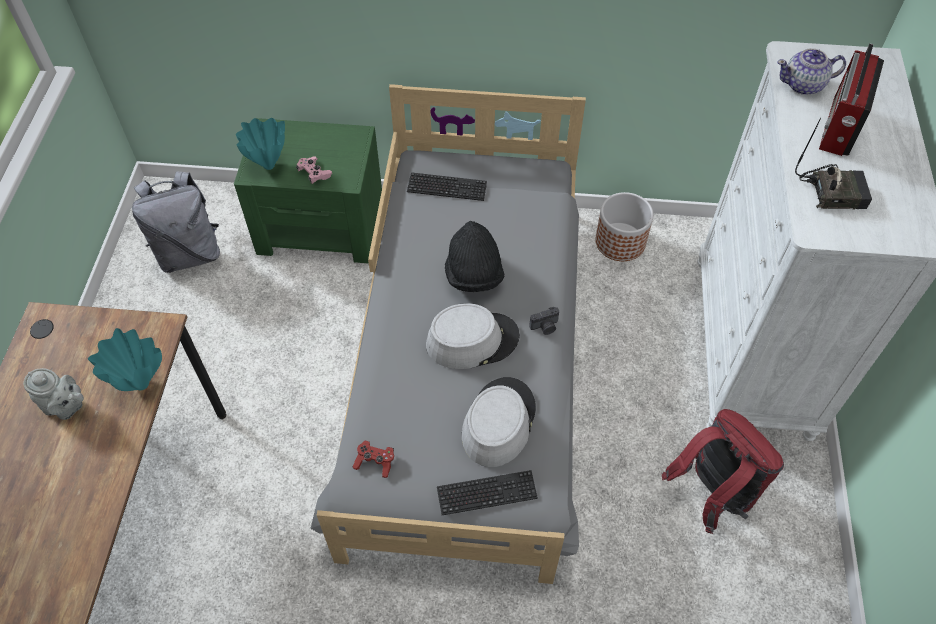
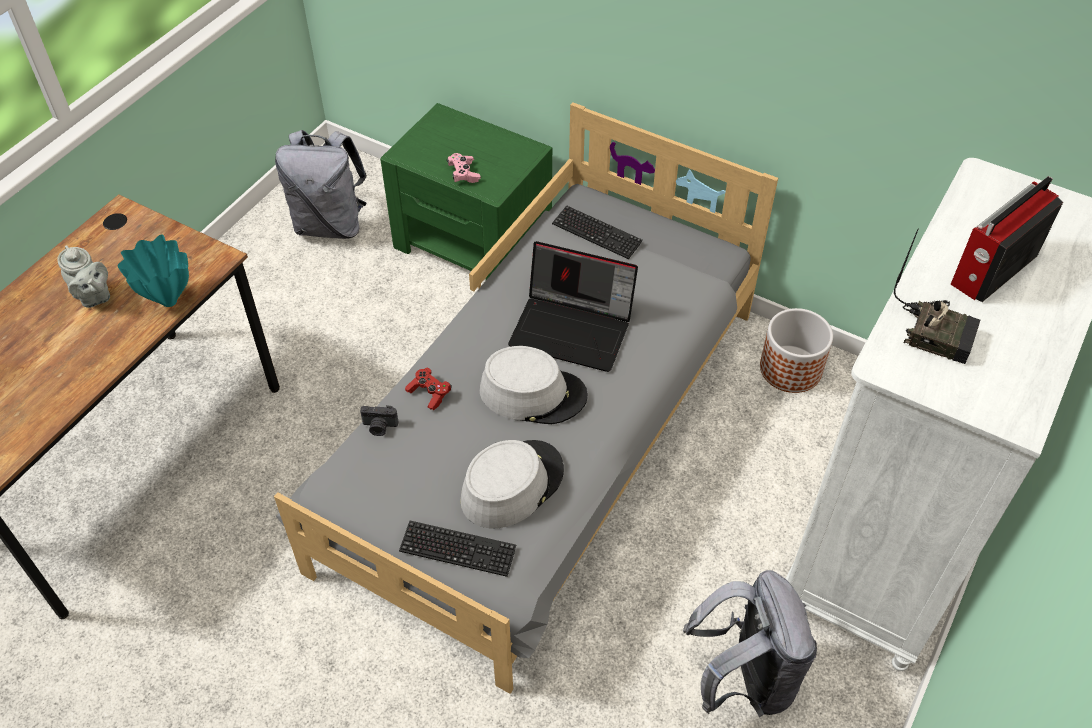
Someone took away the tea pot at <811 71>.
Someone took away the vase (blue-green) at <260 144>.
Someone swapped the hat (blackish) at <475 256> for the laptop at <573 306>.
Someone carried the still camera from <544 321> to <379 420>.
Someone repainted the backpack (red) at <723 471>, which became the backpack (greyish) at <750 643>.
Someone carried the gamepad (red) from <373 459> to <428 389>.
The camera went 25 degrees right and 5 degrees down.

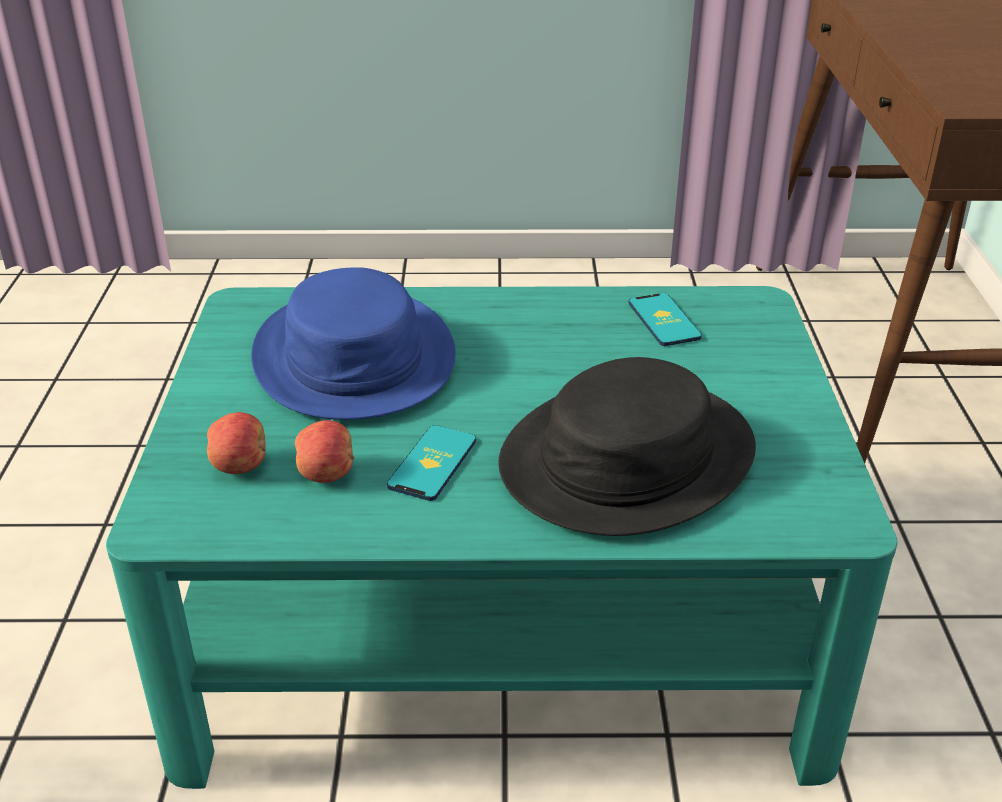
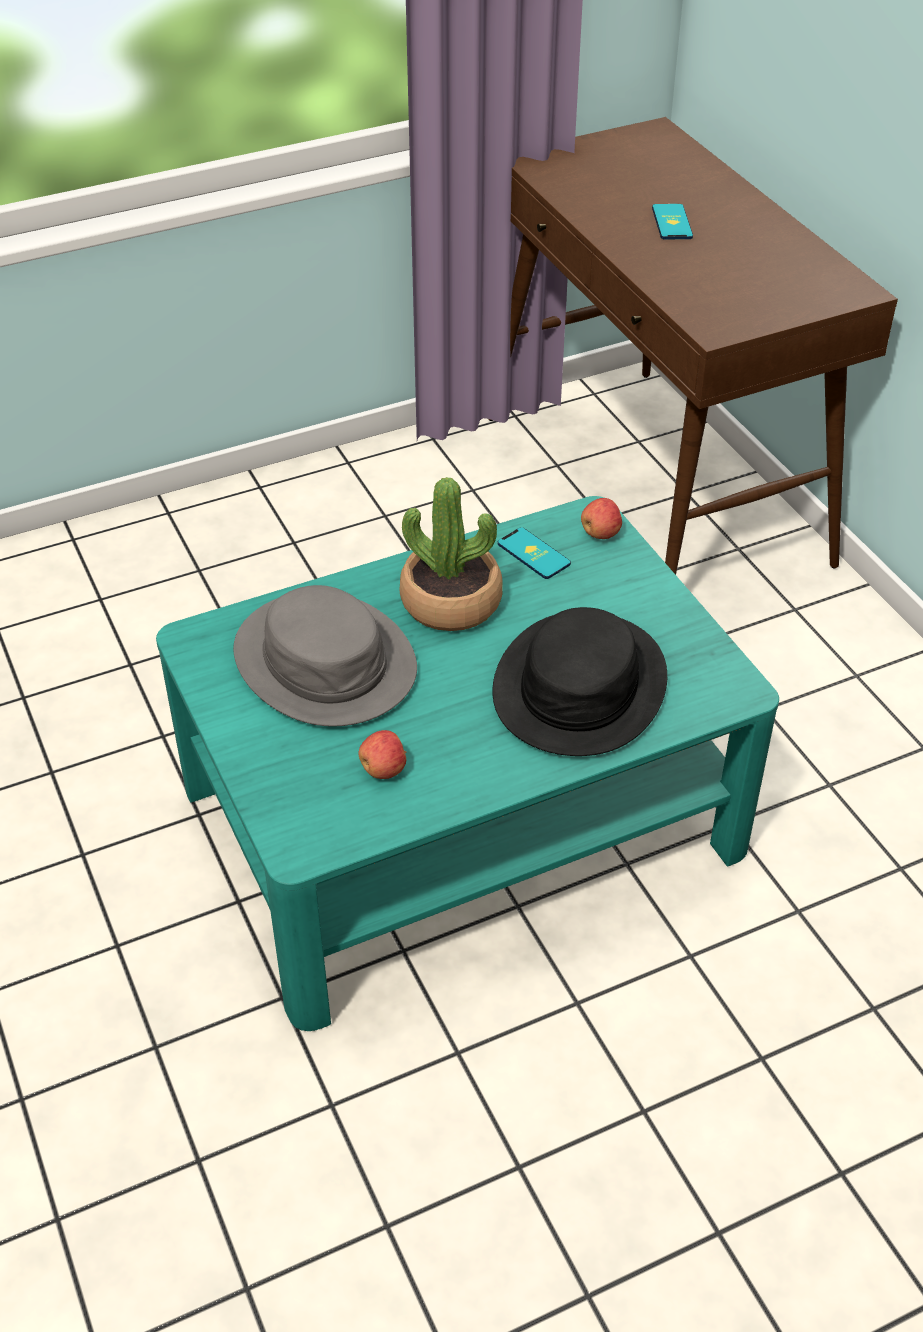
Someone repainted the hat (bluish) at <353 343>, which became the hat (greyish) at <325 656>.
Someone carried the whole apple from <236 443> to <601 518>.
Someone carried the handset from <431 463> to <672 221>.
Someone put down the potted plant at <451 554>.
The camera went 25 degrees left and 10 degrees up.

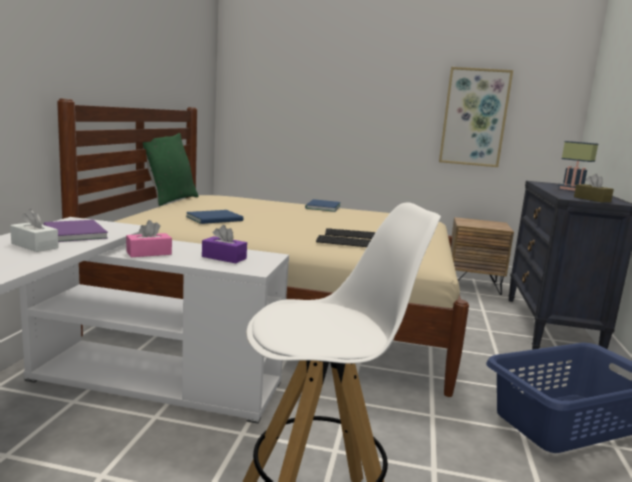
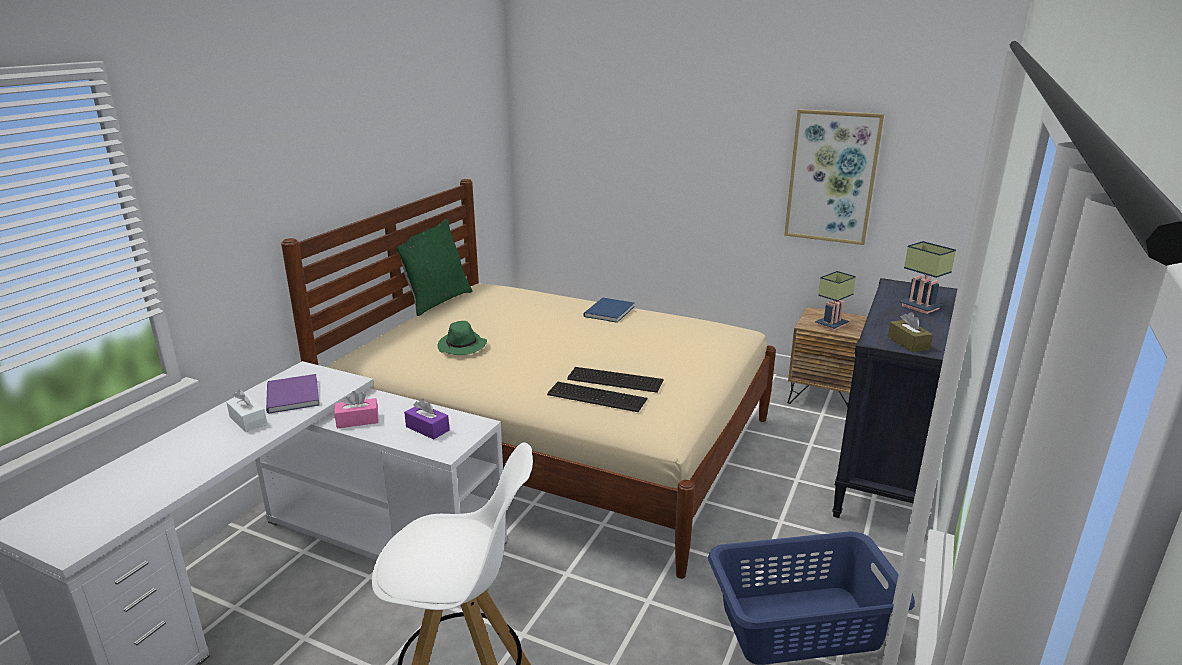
Someone swapped the book (bluish) at <214 217> for the hat (green) at <462 338>.
Someone put down the table lamp at <835 301>.
The camera went 15 degrees right and 10 degrees up.

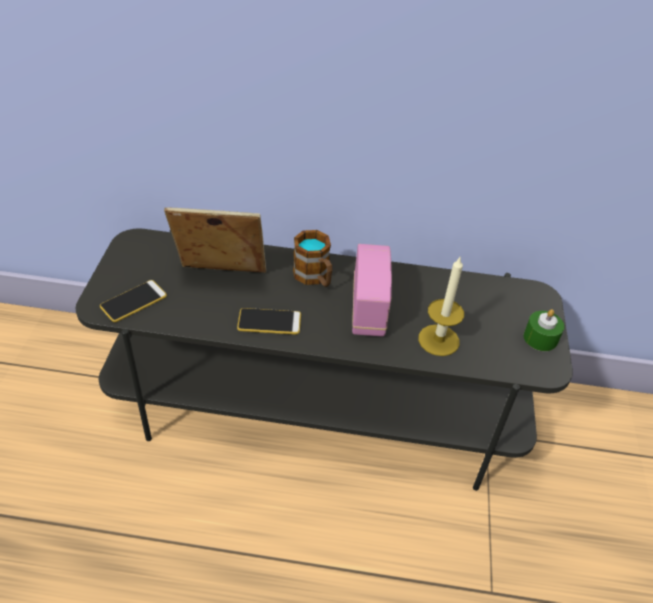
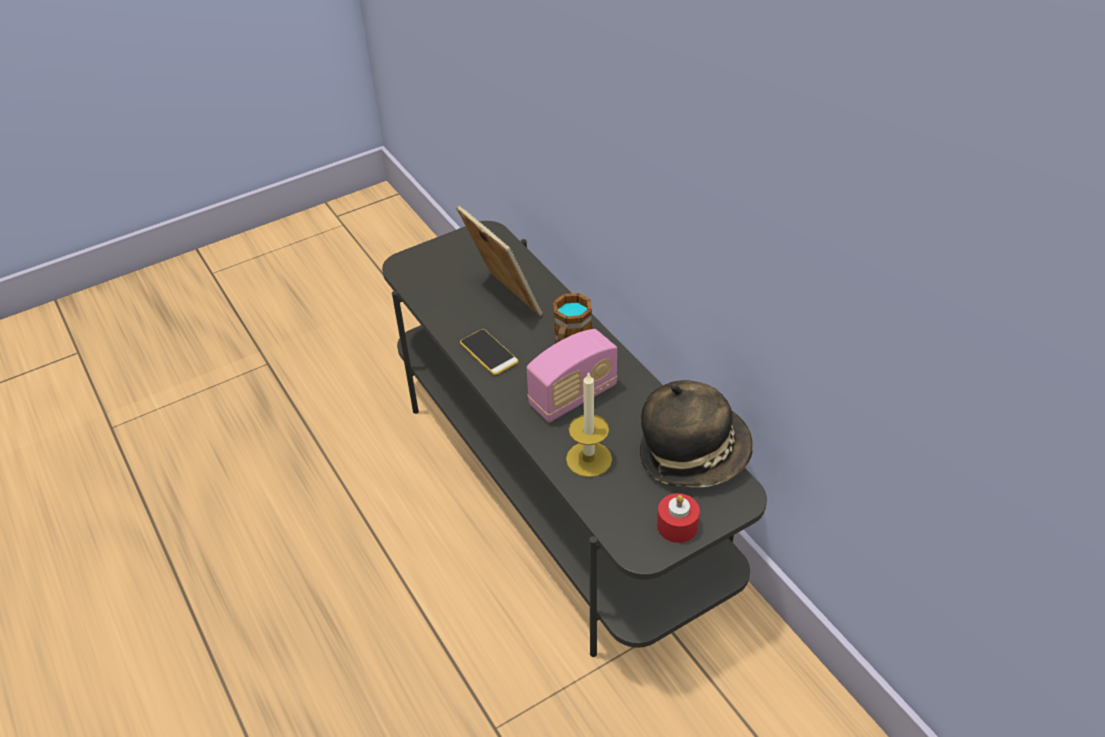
Someone took away the handset at <133 301>.
Someone repainted the candle (green) at <544 330>, which became the candle (red) at <678 518>.
Someone put down the hat at <696 434>.
The camera went 55 degrees right and 0 degrees up.

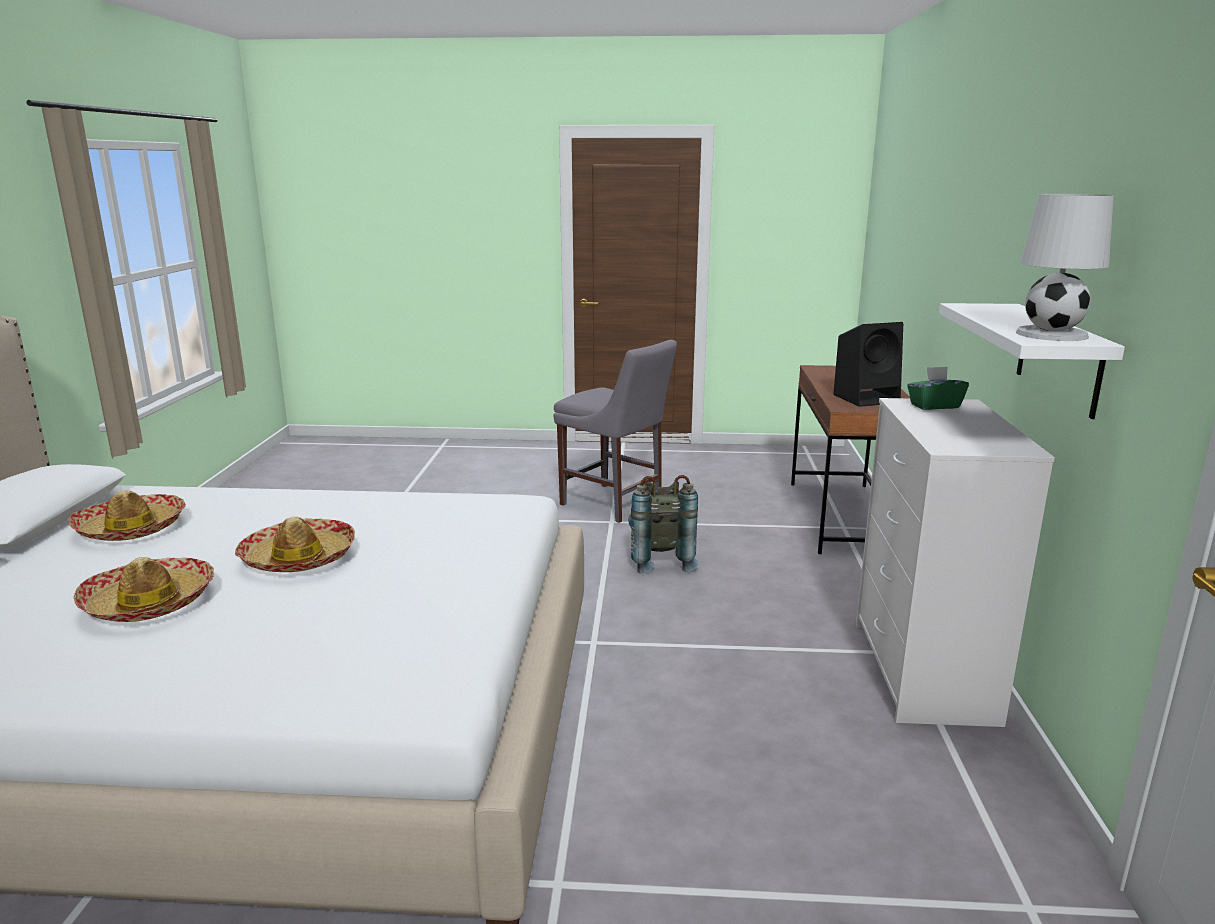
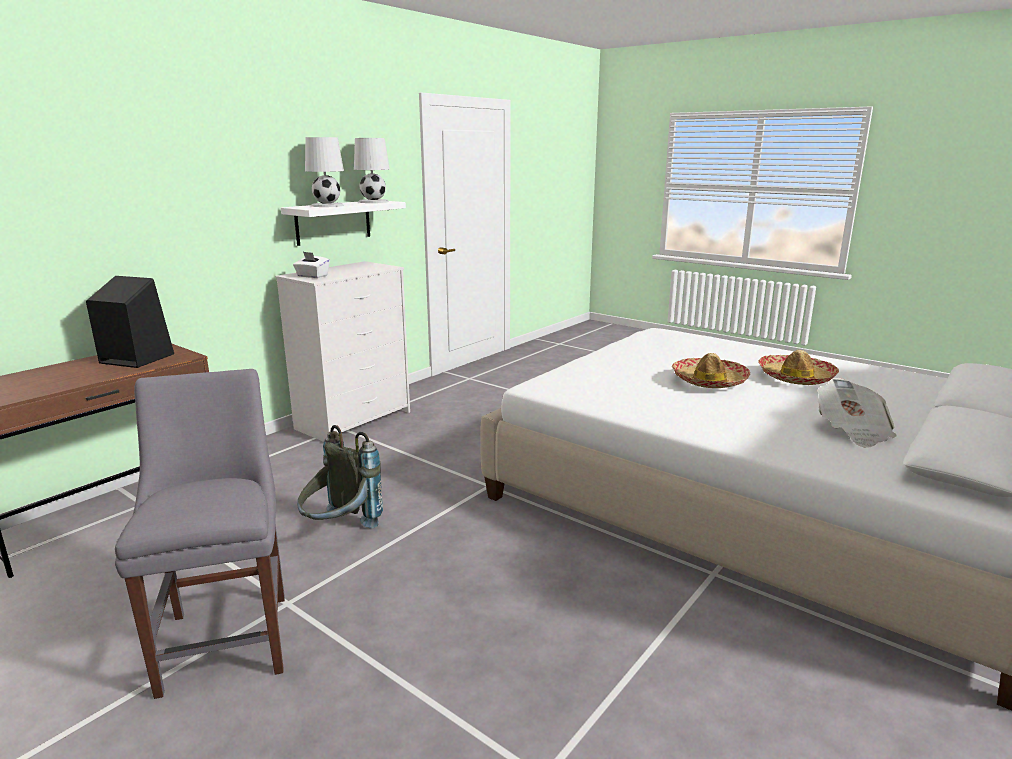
Someone repainted the tissue box (green) at <938 388>, which became the tissue box (white) at <311 265>.
Someone swapped the hat at <127 515> for the printed paper at <856 413>.
Someone put down the table lamp (white) at <324 172>.
The camera went 145 degrees left and 0 degrees up.

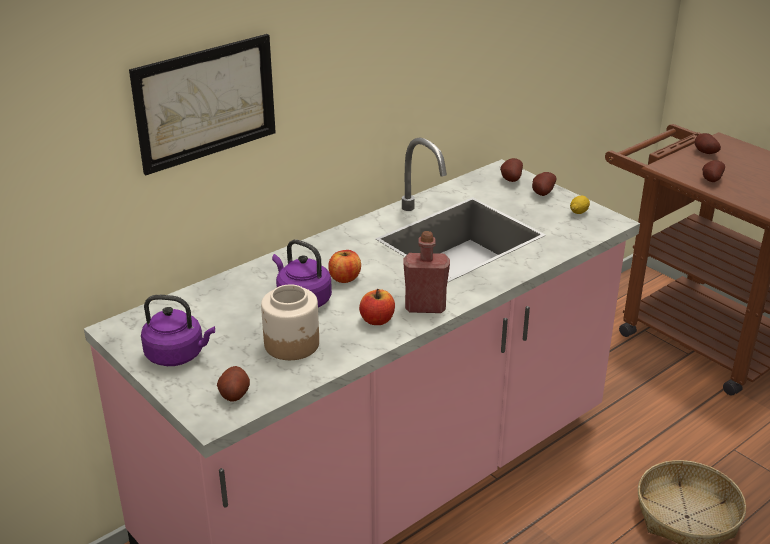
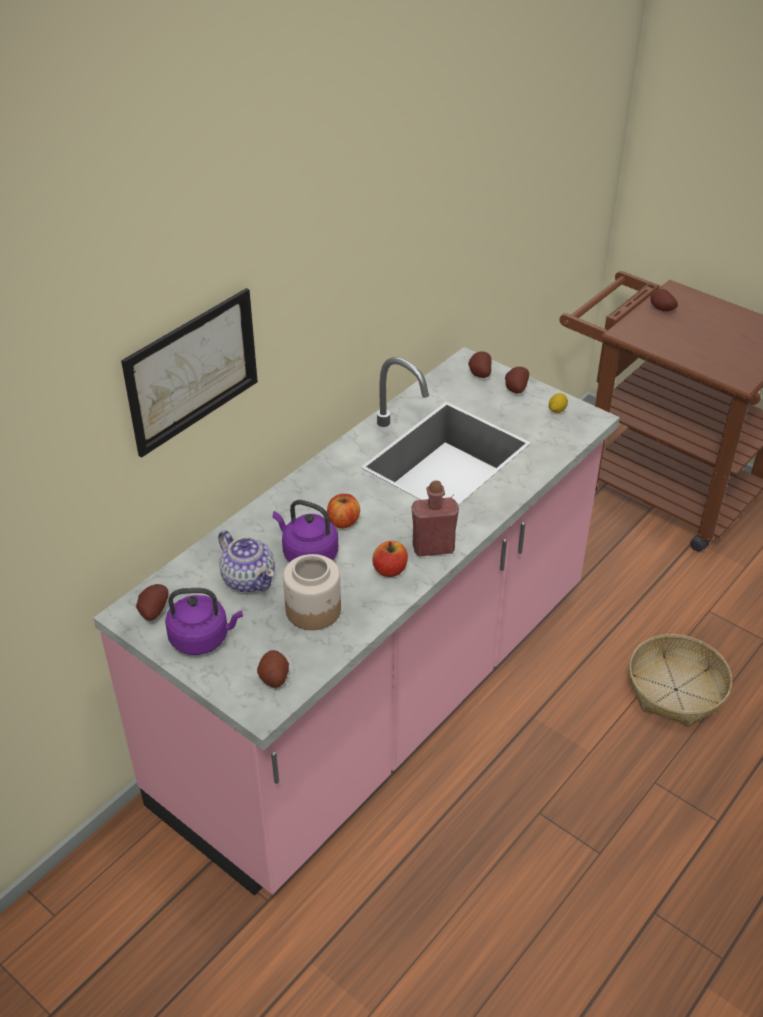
Someone carried the spud from <713 171> to <152 602>.
Someone put down the tea pot at <246 561>.
The camera went 10 degrees left and 10 degrees up.

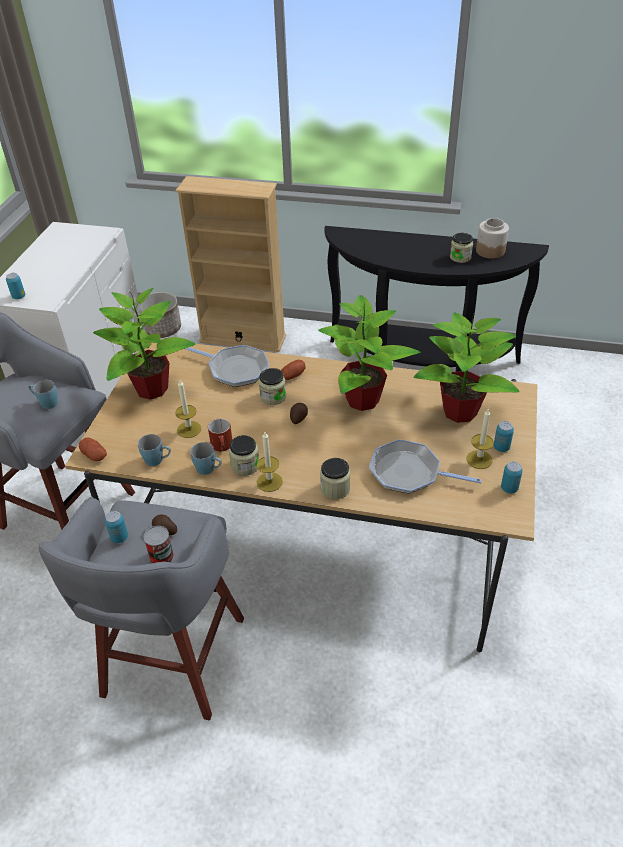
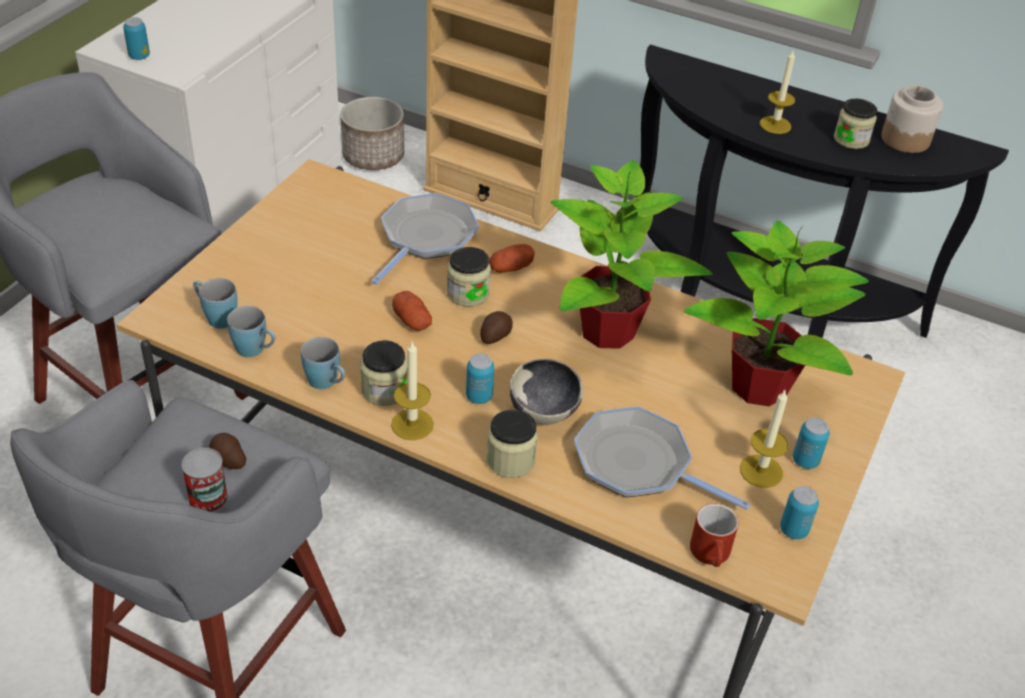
Someone took away the potted plant at <144 344>.
Someone rotated the frying pan at <227 366> by 105 degrees counterclockwise.
Someone carried the tea mug (bluish) from <43 394> to <215 303>.
Someone carried the candle from <188 409> to <778 92>.
Someone carried the tea mug (red) from <220 434> to <714 535>.
Someone carried the spud from <93 449> to <412 311>.
Someone carried the metal can from <116 527> to <480 379>.
Someone put down the serving bowl at <546 392>.
The camera went 10 degrees right and 0 degrees up.

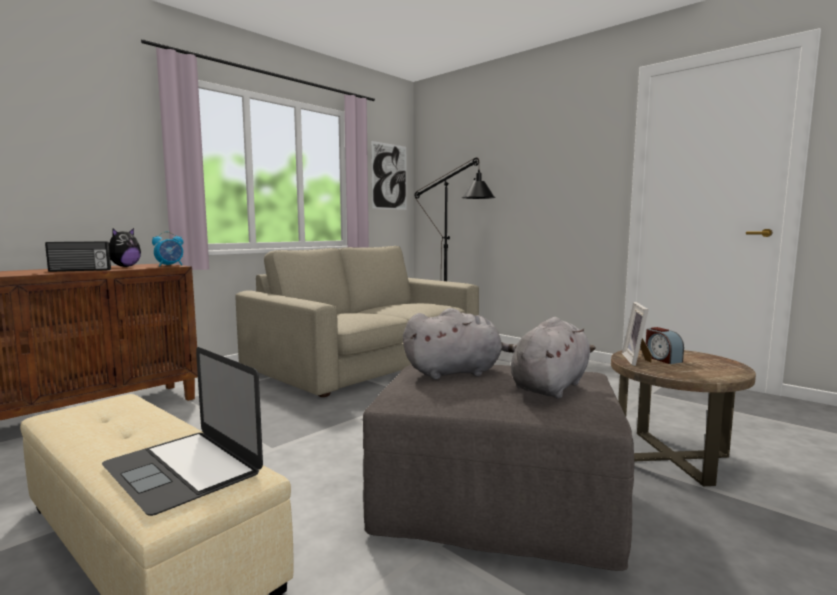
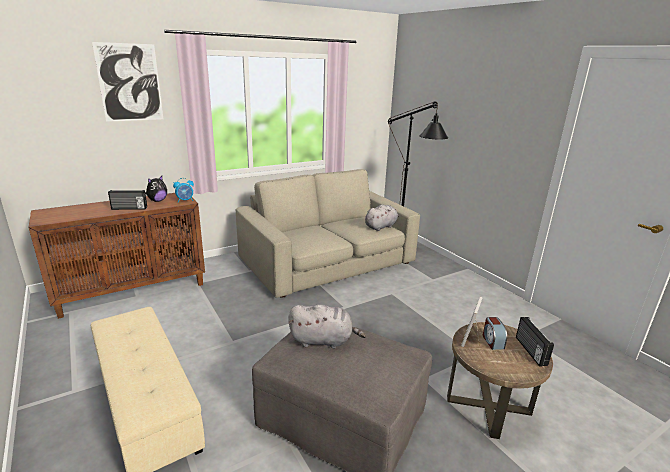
Someone carried the wall art from <389 175> to <127 82>.
Someone carried the soft toy (greyish) from <553 358> to <382 217>.
Someone took away the laptop at <182 431>.
Someone put down the radio set at <535 342>.
The camera went 15 degrees right and 15 degrees up.

